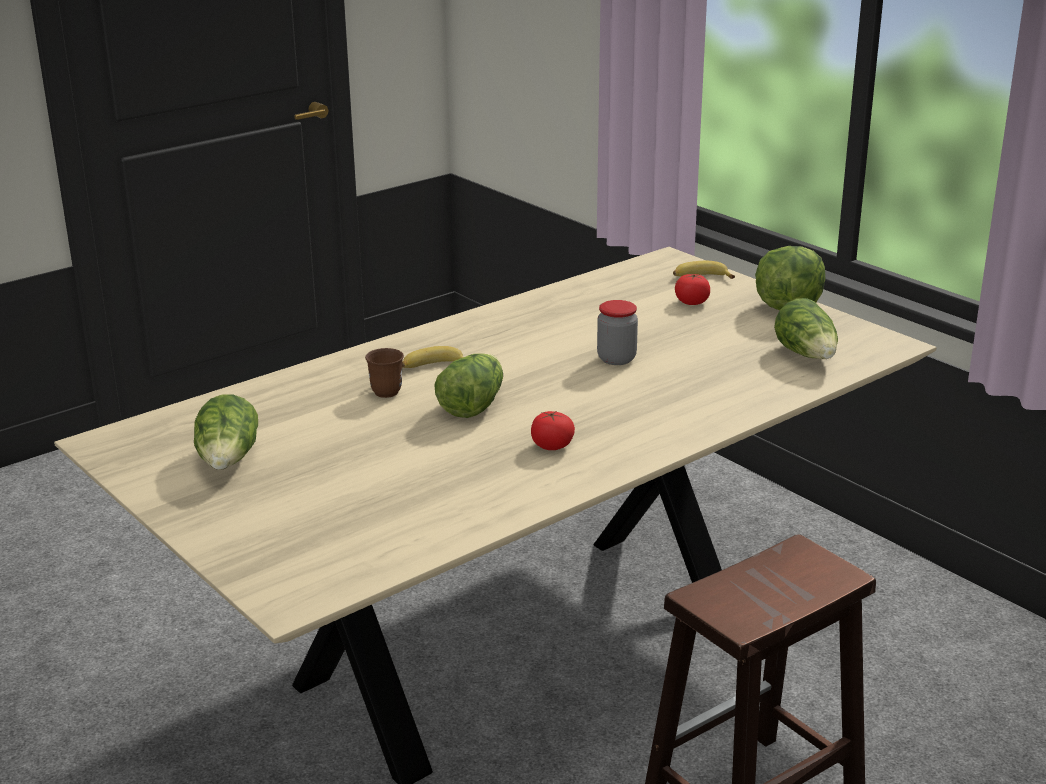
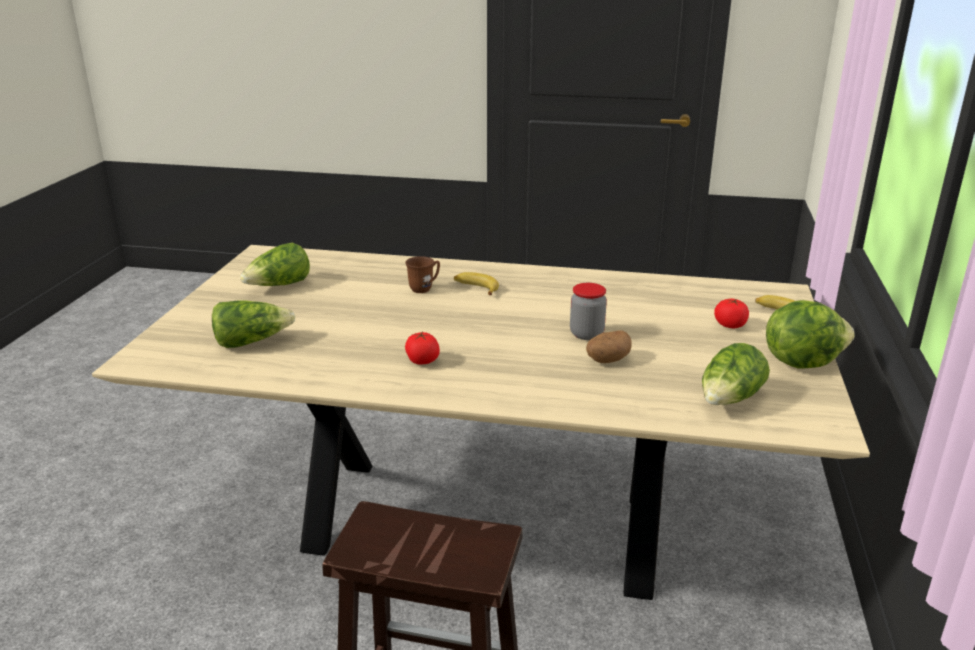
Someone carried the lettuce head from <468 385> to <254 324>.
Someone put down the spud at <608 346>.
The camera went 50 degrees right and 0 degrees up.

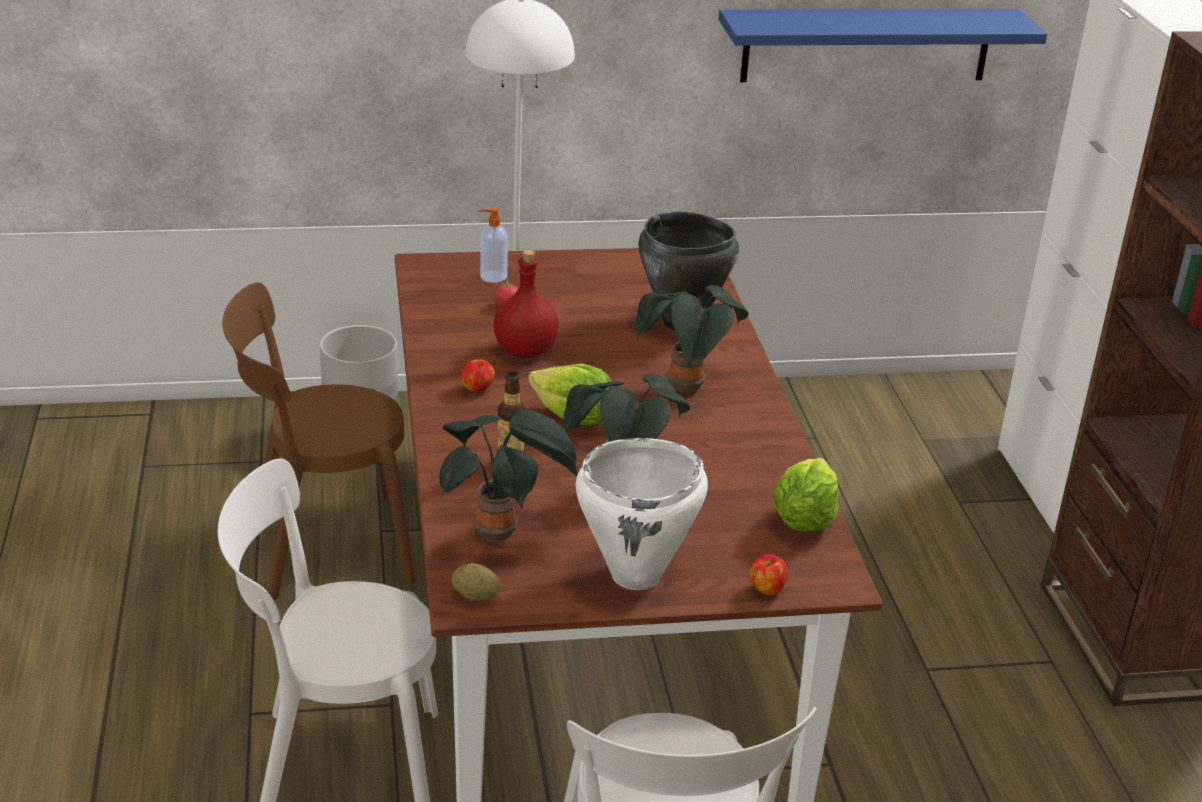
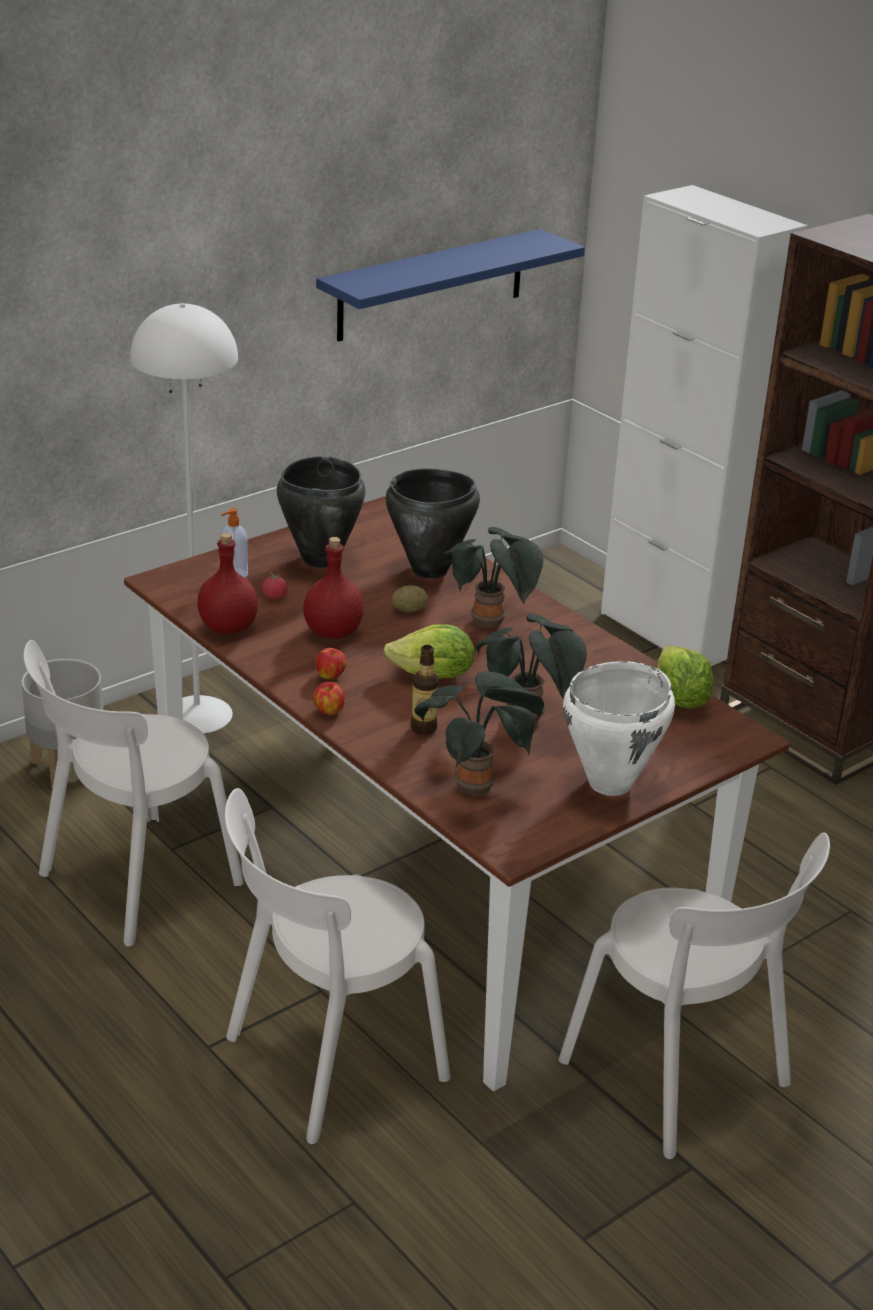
Someone repainted the plain chair (brownish) at <319 441>, which became the plain chair (white) at <133 793>.
Someone carried the whole apple from <769 574> to <329 698>.
Someone carried the spud from <476 582> to <410 598>.
Someone put down the cooking pot (blackish) at <321 512>.
Someone put down the drink bottle (red) at <227 583>.
The camera went 30 degrees left and 0 degrees up.

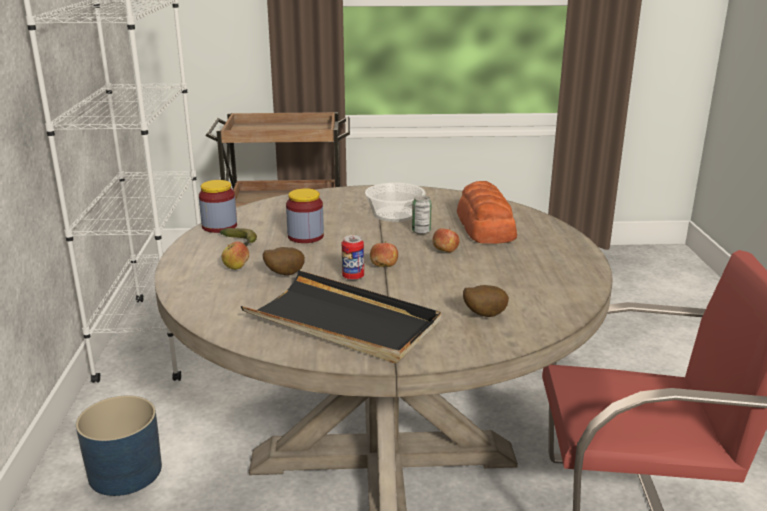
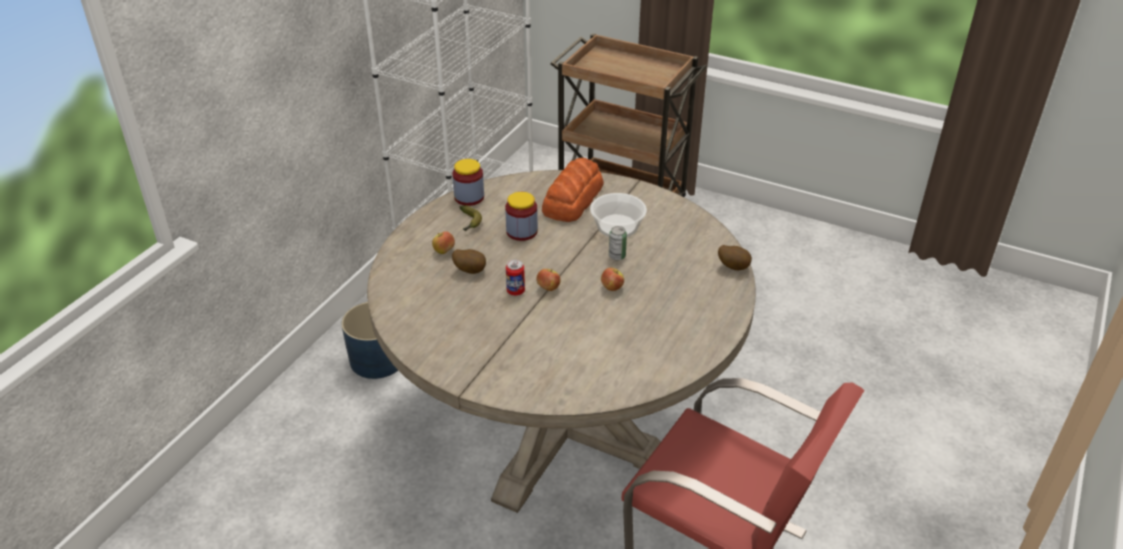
Someone carried the bakery bread from <487 212> to <573 190>.
Someone took away the tray (blackish) at <341 316>.
Someone carried the spud from <486 301> to <735 257>.
The camera went 30 degrees right and 15 degrees up.

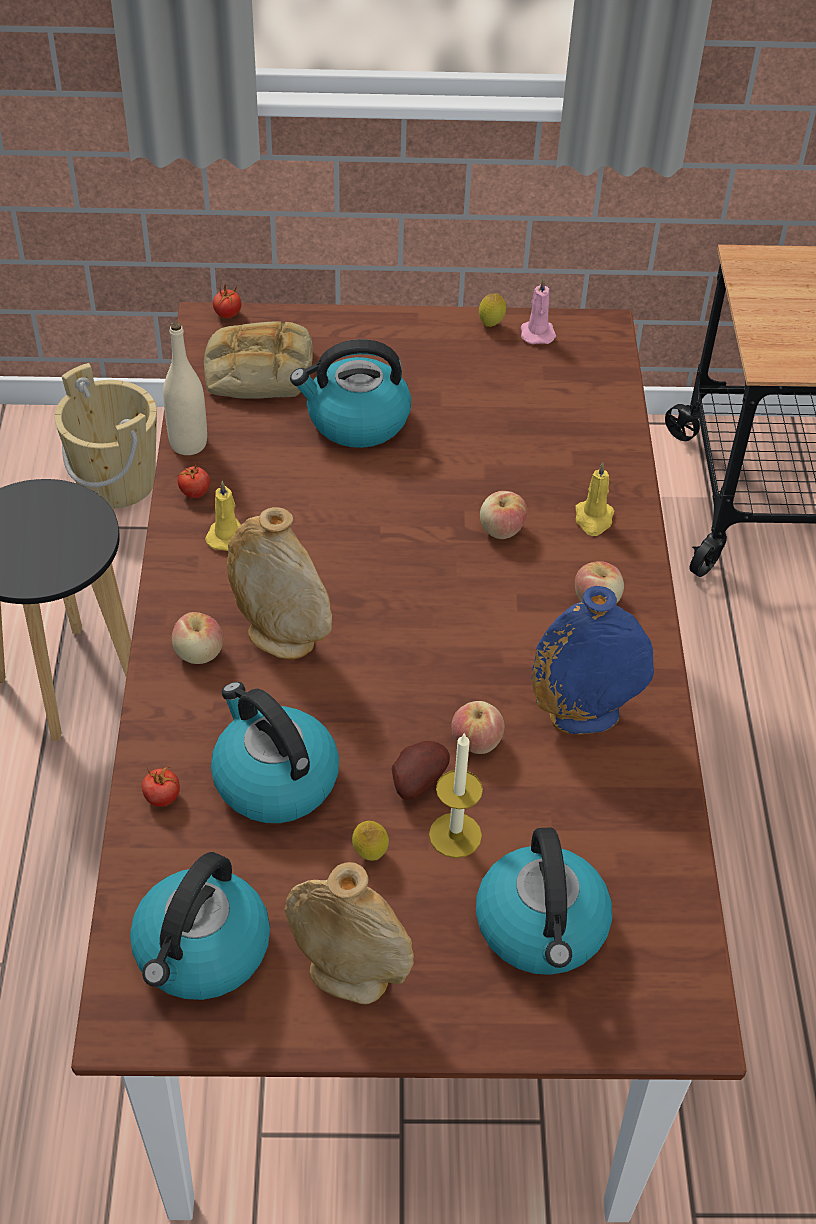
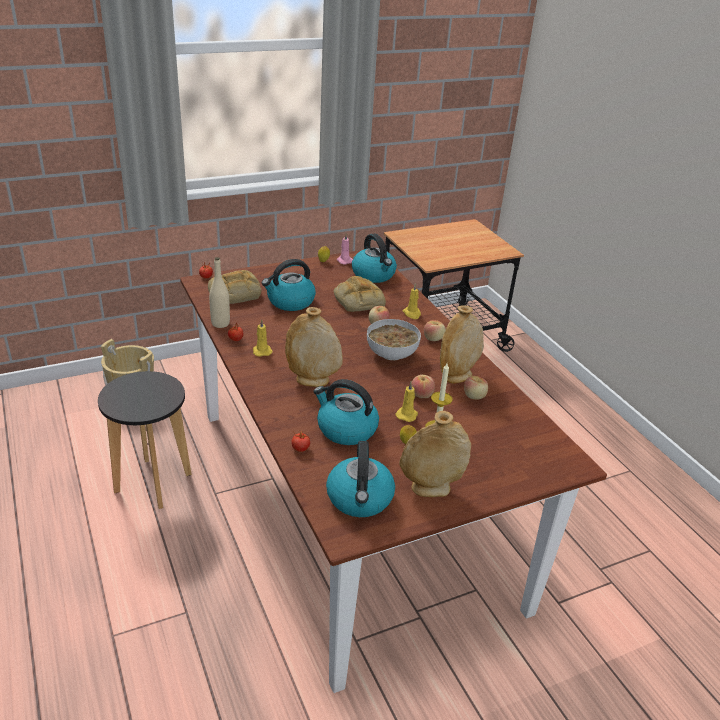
Someone repainted the vase (bluish) at <592 660>, which became the vase (beige) at <462 344>.
Someone carried the whole apple from <197 638> to <476 388>.
Someone swapped the spud at <421 770> for the candle (yellow) at <407 402>.
Someone carried the tea kettle from <544 901> to <374 258>.
Someone put down the bakery bread at <360 294>.
Someone put down the serving bowl at <394 339>.
The camera went 25 degrees left and 15 degrees down.

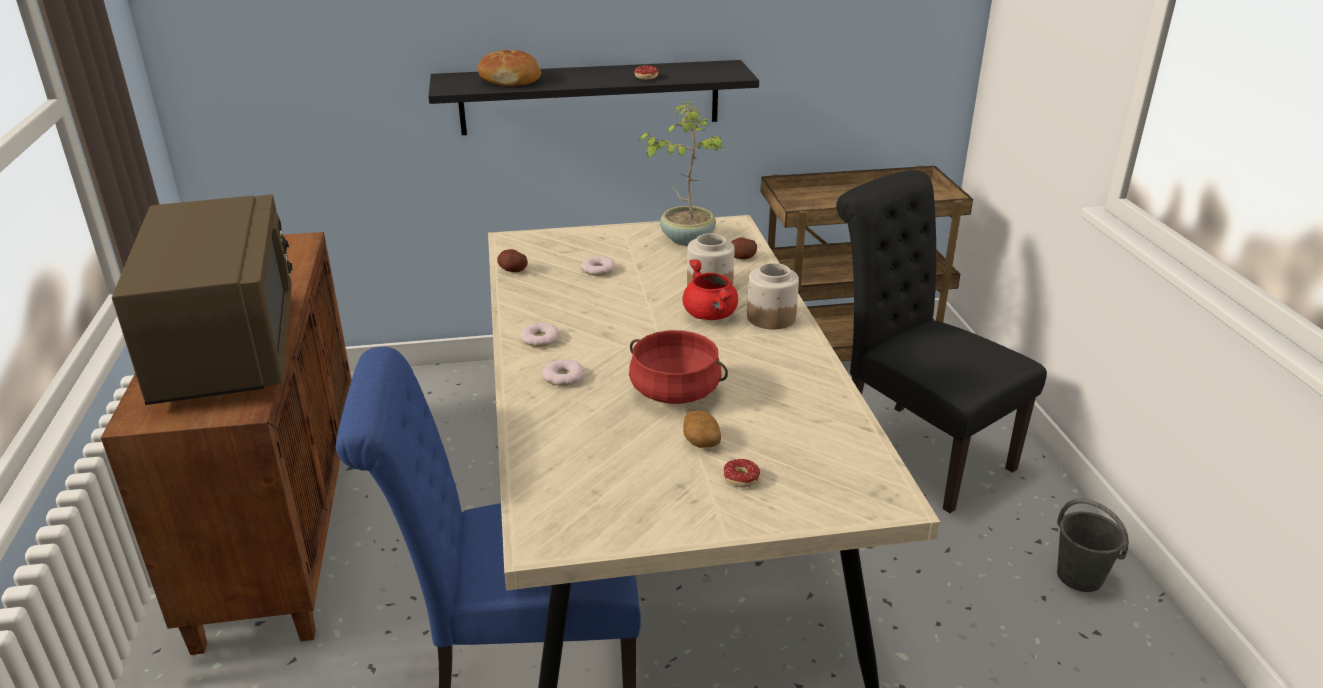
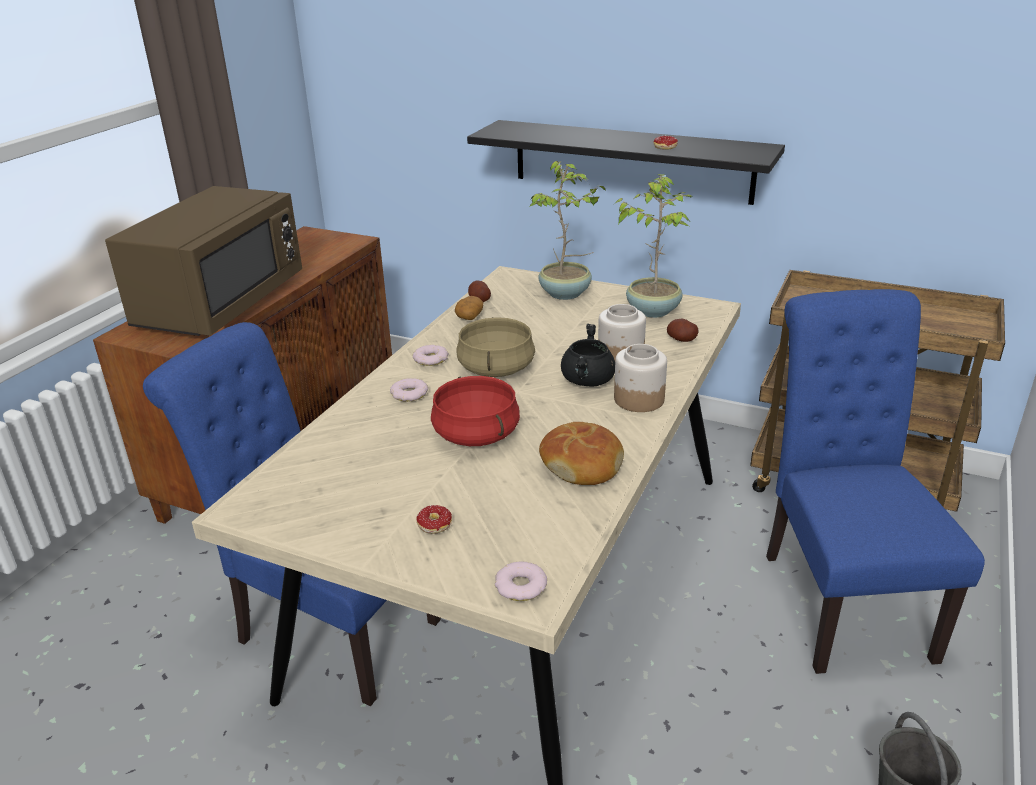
Someone carried the bakery bread from <509 68> to <581 453>.
Someone repainted the plain chair (blackish) at <941 341>, which became the plain chair (bluish) at <875 481>.
Someone carried the ring doughnut from <598 266> to <521 581>.
Someone repainted the cooking pot (red) at <710 289>, which became the cooking pot (blackish) at <588 355>.
Someone carried the spud from <702 429> to <469 308>.
Someone put down the potted plant at <568 230>.
Someone put down the cooking pot (beige) at <495 347>.
The camera went 35 degrees right and 0 degrees up.

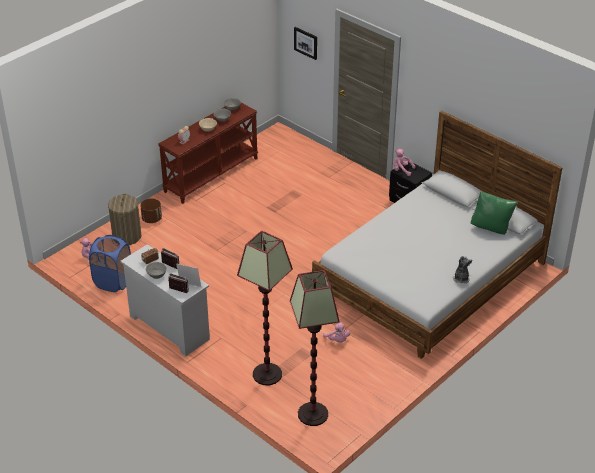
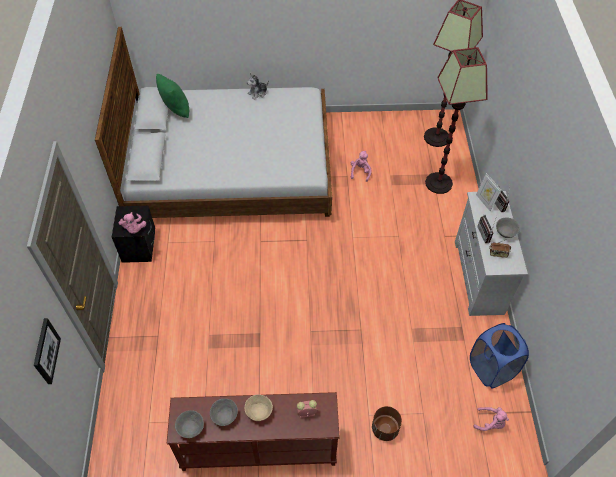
Someone took away the washing basket at <124 219>.
The camera went 135 degrees left and 15 degrees up.

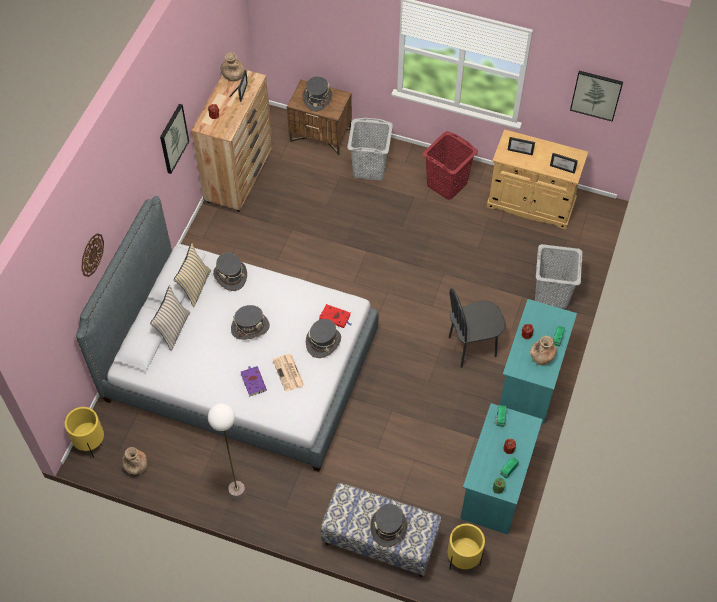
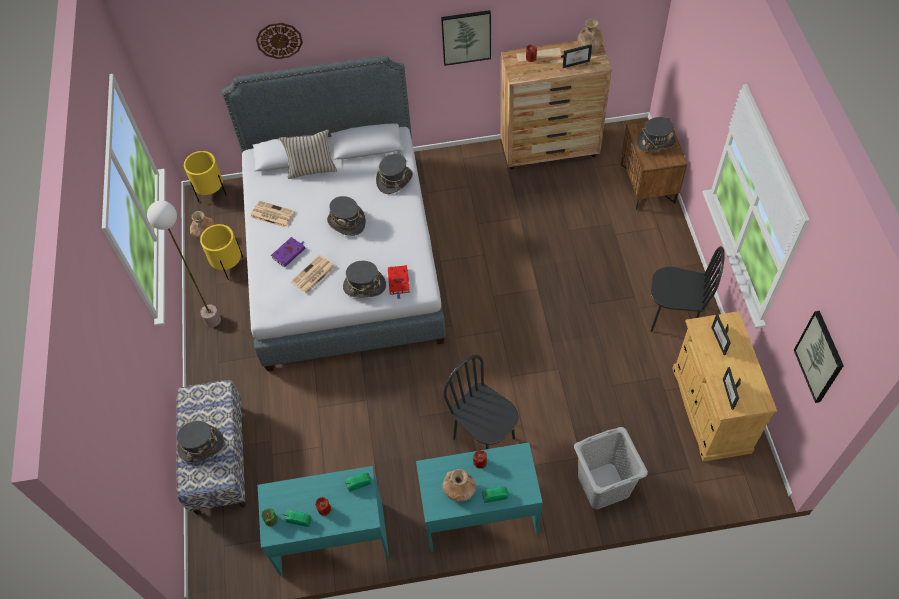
Someone took away the washing basket (greyish) at <370 149>.
Someone swapped the washing basket (red) at <450 165> for the plain chair (blackish) at <688 289>.
Someone took away the cushion (beige) at <192 275>.
Someone carried the plant pot (yellow) from <466 546> to <221 252>.
Someone put down the printed paper at <272 214>.
The camera went 65 degrees right and 0 degrees up.

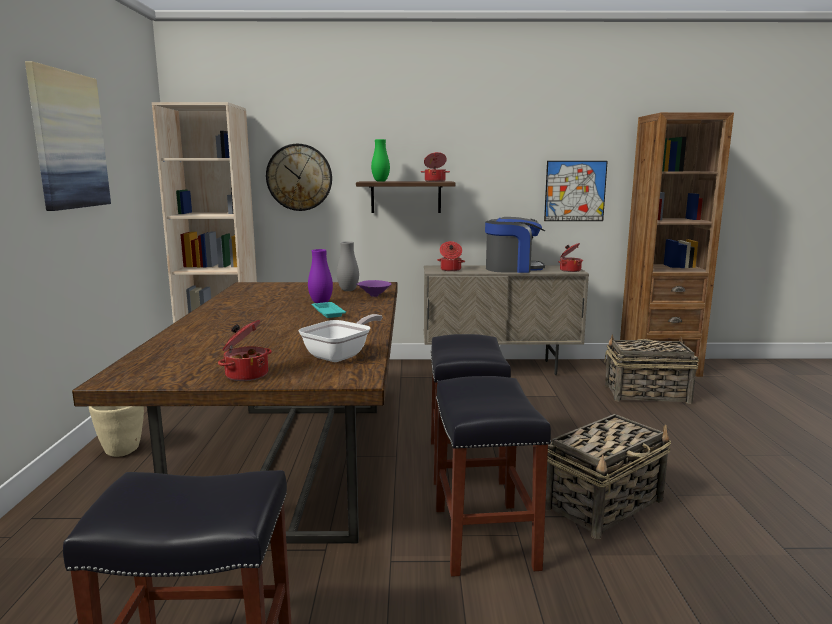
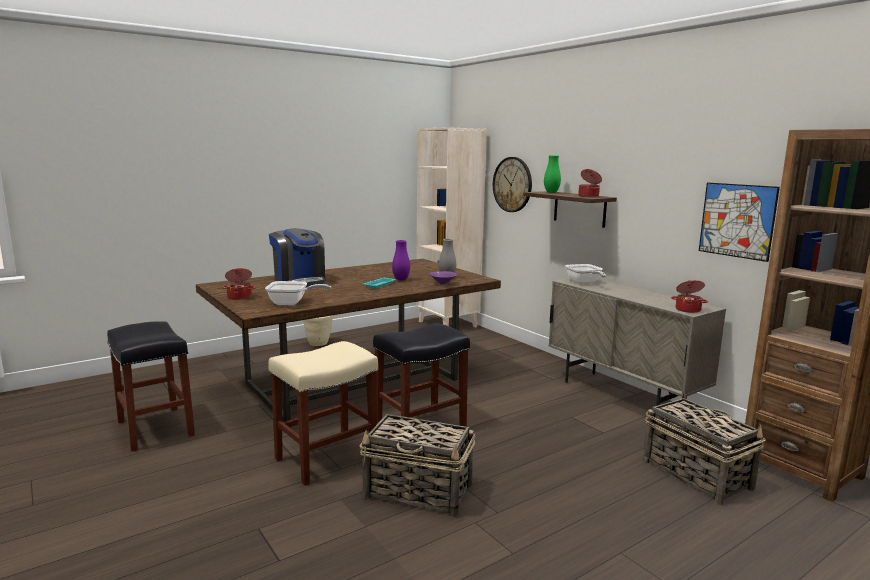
Someone took away the wall art at <68 136>.
Someone carried the coffee machine from <515 245> to <297 257>.
Someone swapped the cooking pot at <451 256> for the frying pan at <585 274>.
Someone repainted the sitting stool (blackish) at <493 476>, which became the sitting stool (beige) at <323 413>.
The camera went 55 degrees right and 0 degrees up.

